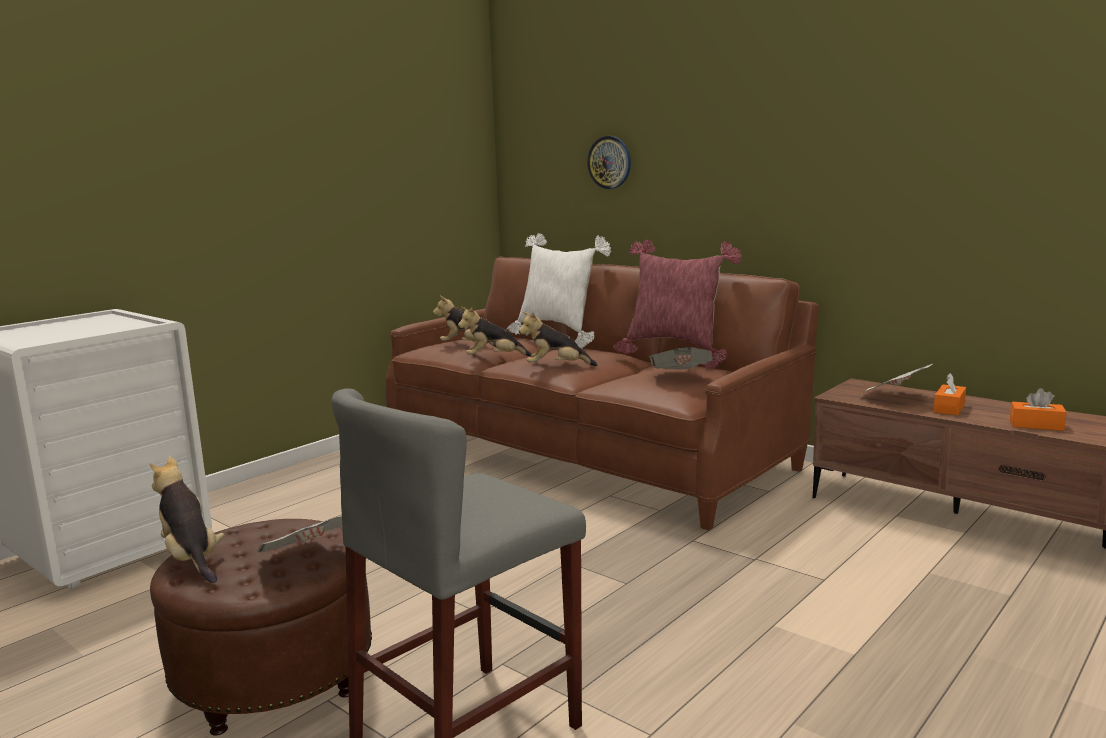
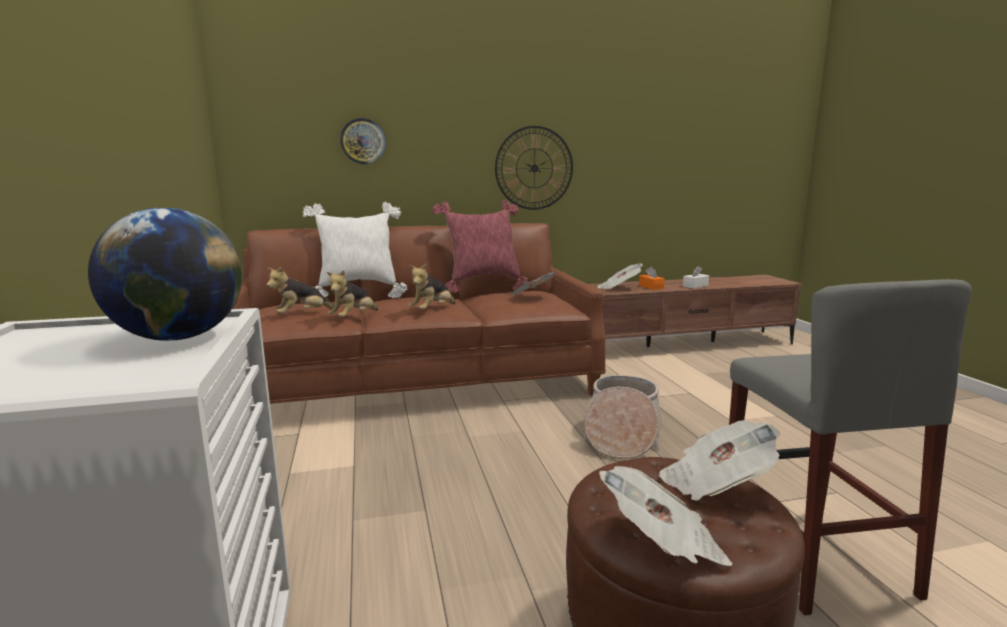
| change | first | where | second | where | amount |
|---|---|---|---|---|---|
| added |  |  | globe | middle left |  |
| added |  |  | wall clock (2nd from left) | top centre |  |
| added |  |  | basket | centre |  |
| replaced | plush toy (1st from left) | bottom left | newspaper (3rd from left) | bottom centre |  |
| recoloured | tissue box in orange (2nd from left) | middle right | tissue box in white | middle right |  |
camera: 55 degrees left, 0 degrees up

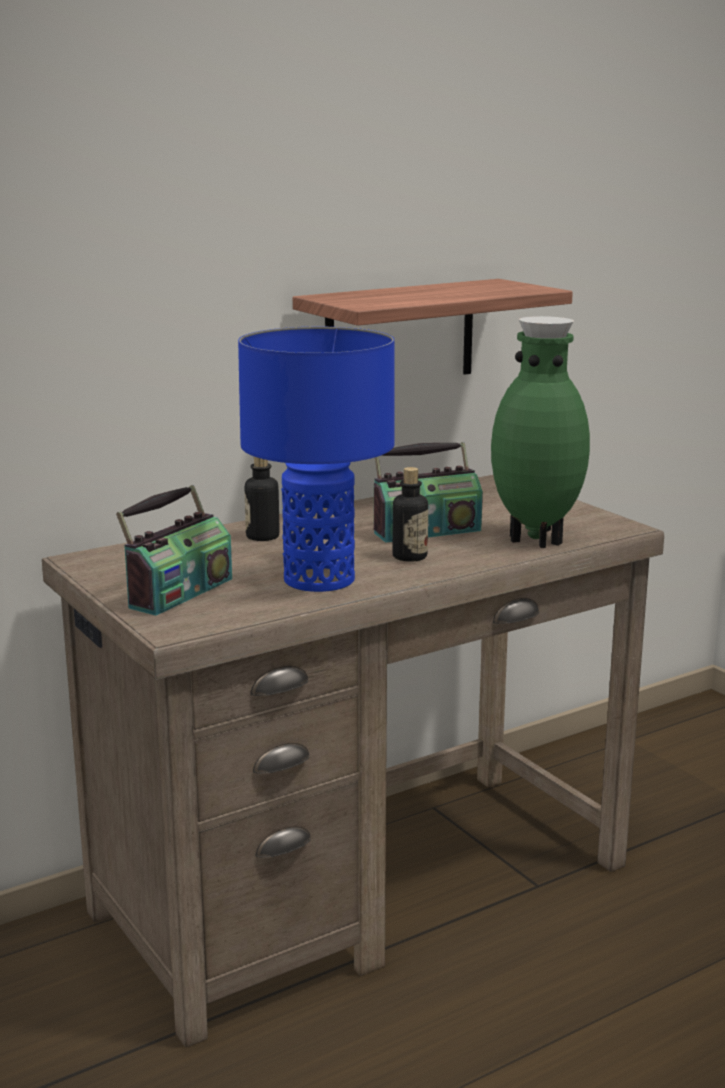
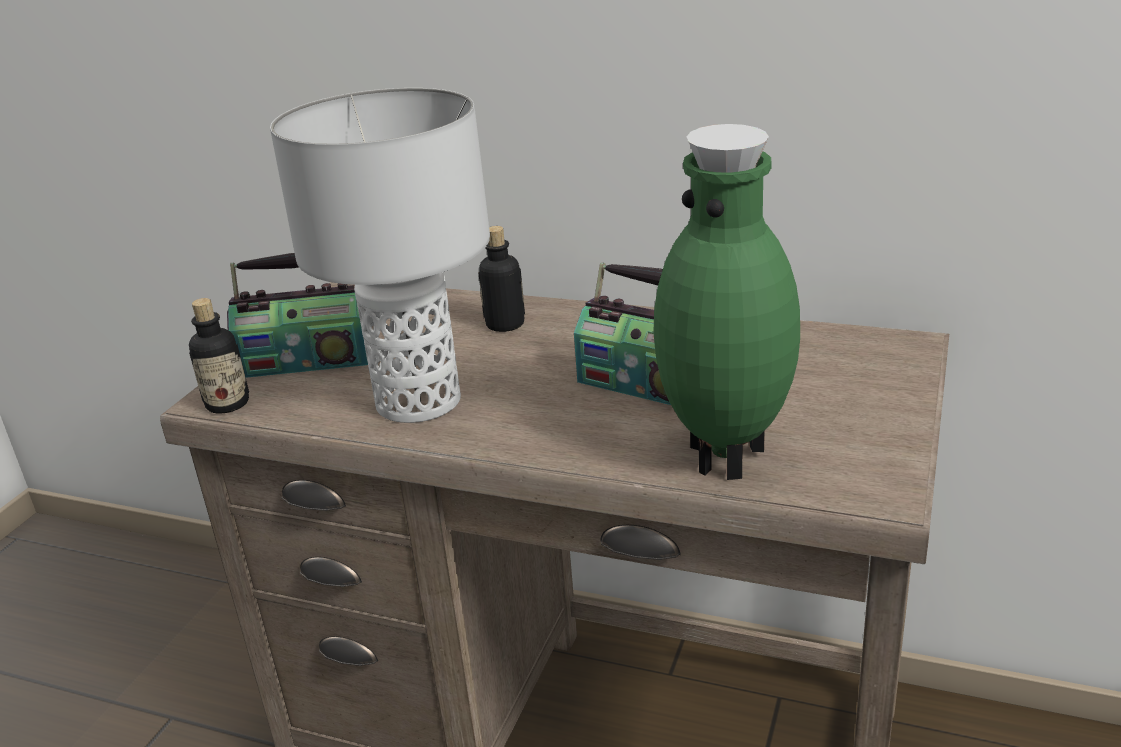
| change | first | where | second | where | amount |
|---|---|---|---|---|---|
| moved | bottle (2nd from left in the first image) | centre | bottle (1st from left) | middle left |  |
| recoloured | table lamp in blue | centre | table lamp in white | centre |  |
| removed | shelf | top centre |  |  |  |
camera: 55 degrees right, 10 degrees up

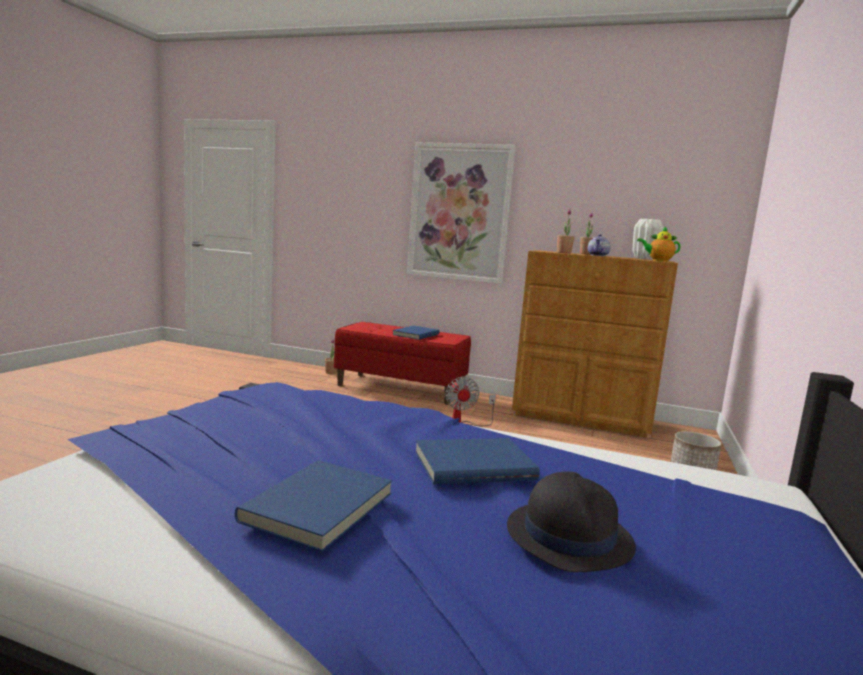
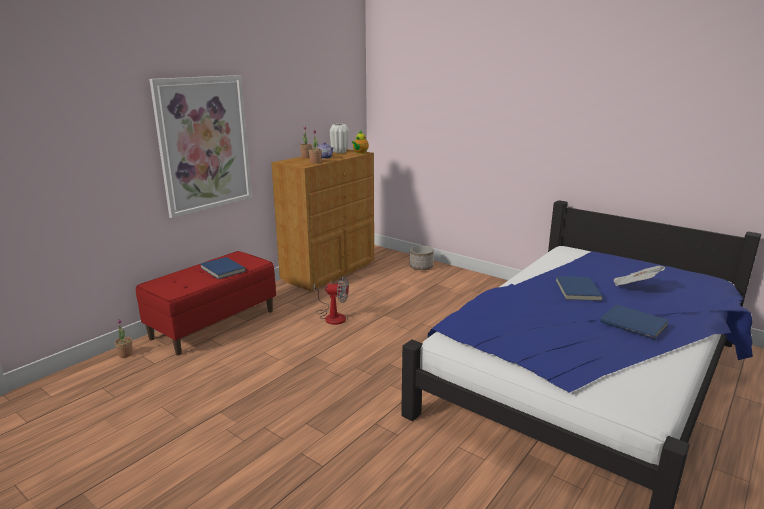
| change | first | where | second | where | amount |
|---|---|---|---|---|---|
| replaced | hat in black | bottom centre | newspaper | middle right |  |
camera: 70 degrees left, 10 degrees up

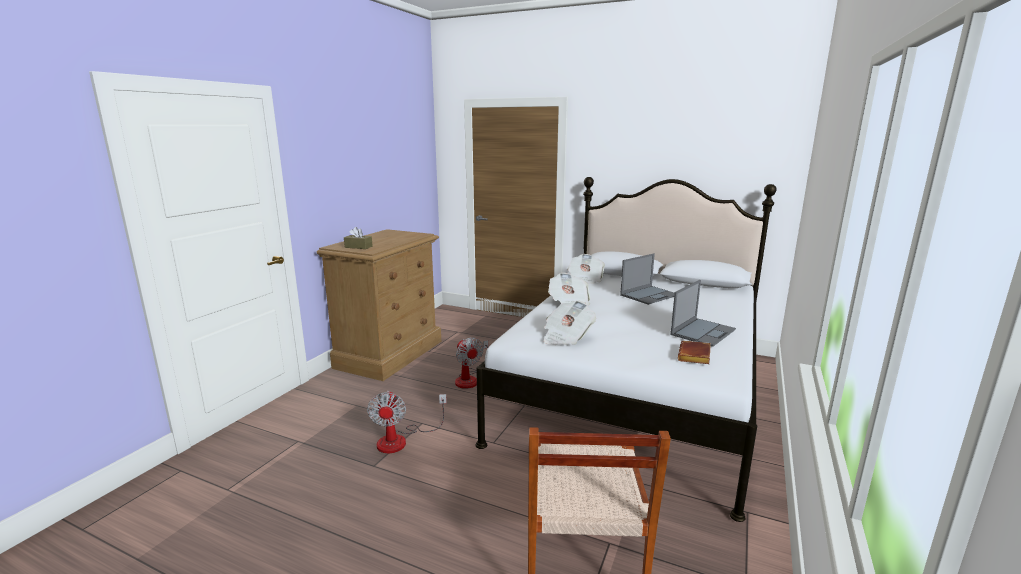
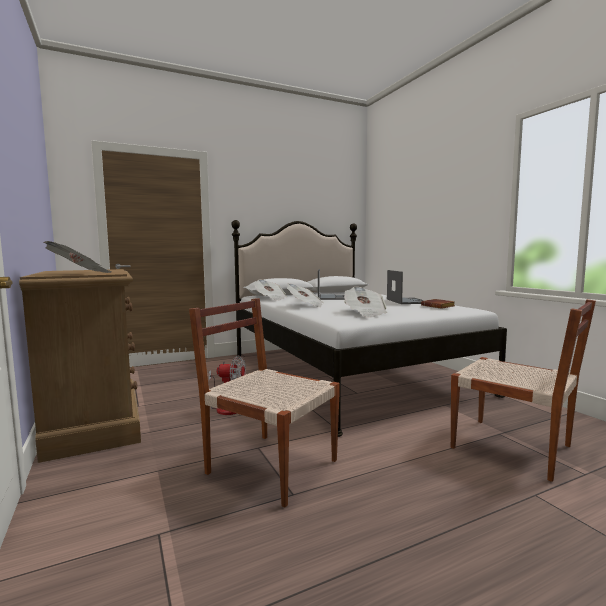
| change | first | where | second | where | amount |
|---|---|---|---|---|---|
| replaced | tissue box in brown | centre | newspaper (1st from left) | middle left |  |
| replaced | fan (1st from left) | bottom centre | chair (1st from left) | centre |  |
camera: 50 degrees left, 10 degrees down

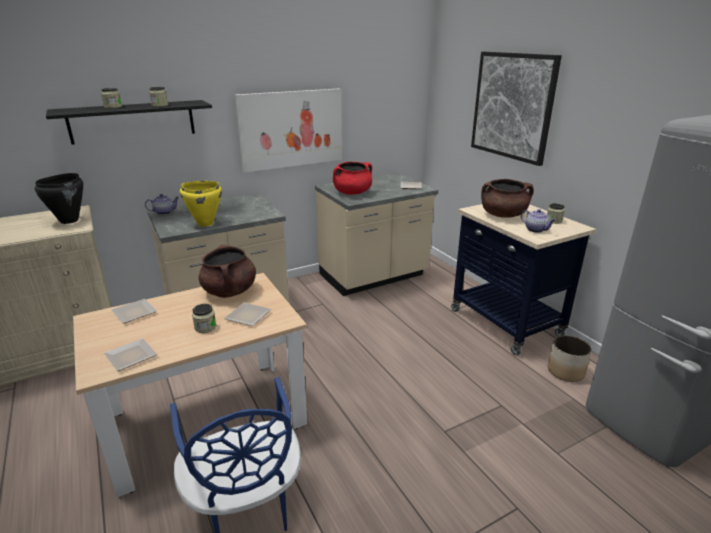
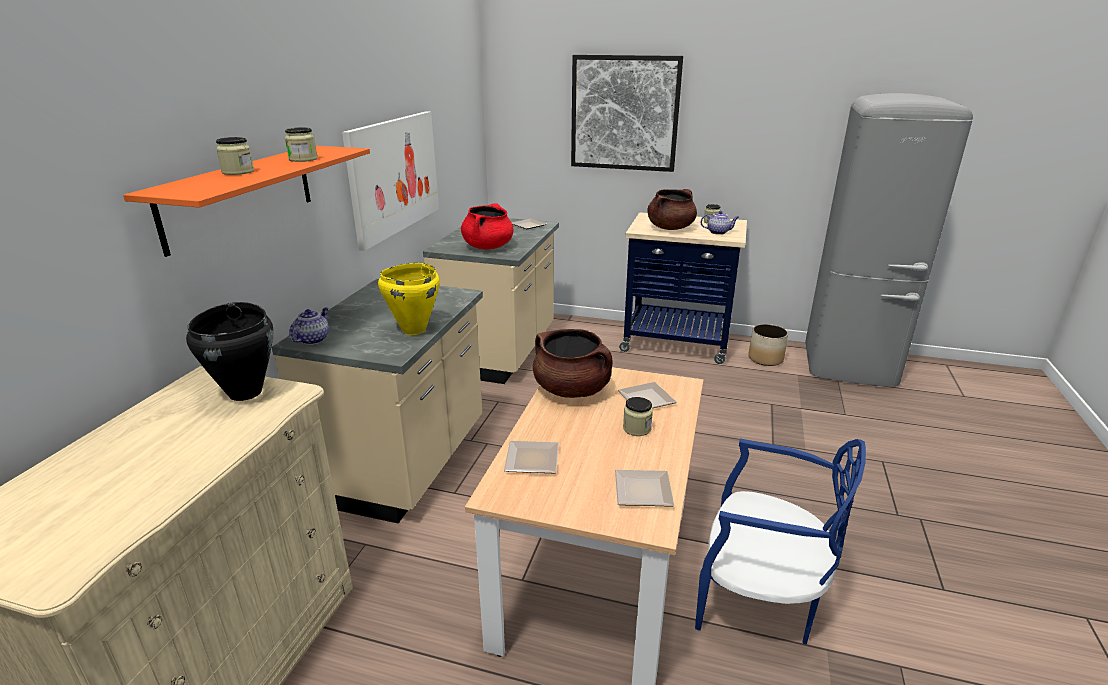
| change | first | where | second | where | amount |
|---|---|---|---|---|---|
| recoloured | shelf in black | top left | shelf in orange | top left |  |
camera: 45 degrees left, 0 degrees up

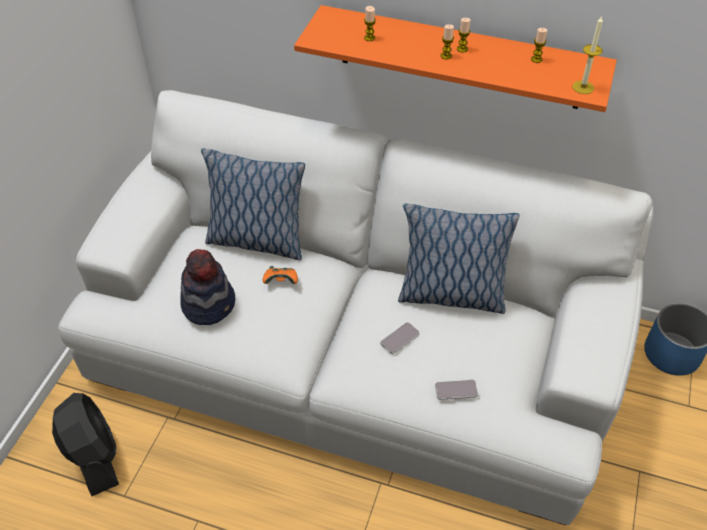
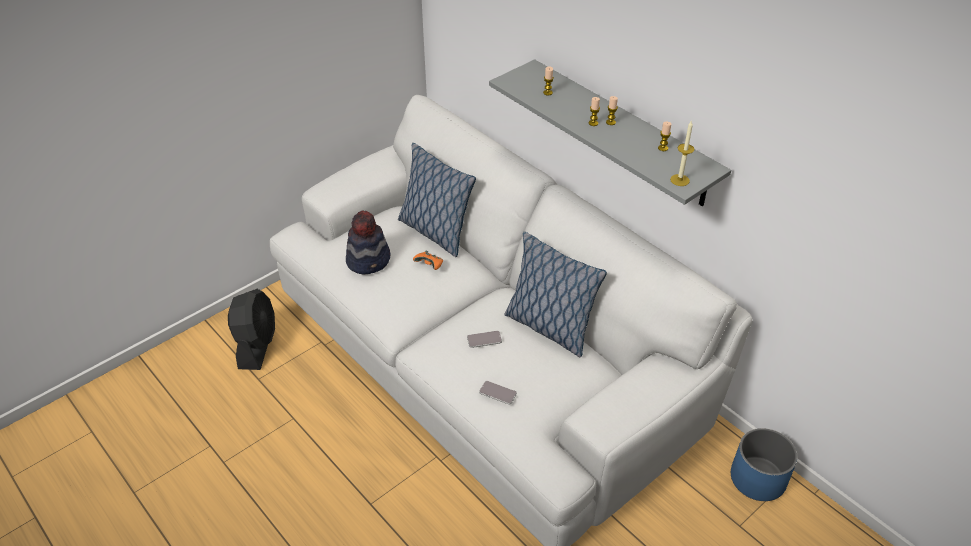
| change | first | where | second | where | amount |
|---|---|---|---|---|---|
| recoloured | shelf in orange | top centre | shelf in grey | top centre |  |
camera: 30 degrees right, 5 degrees down

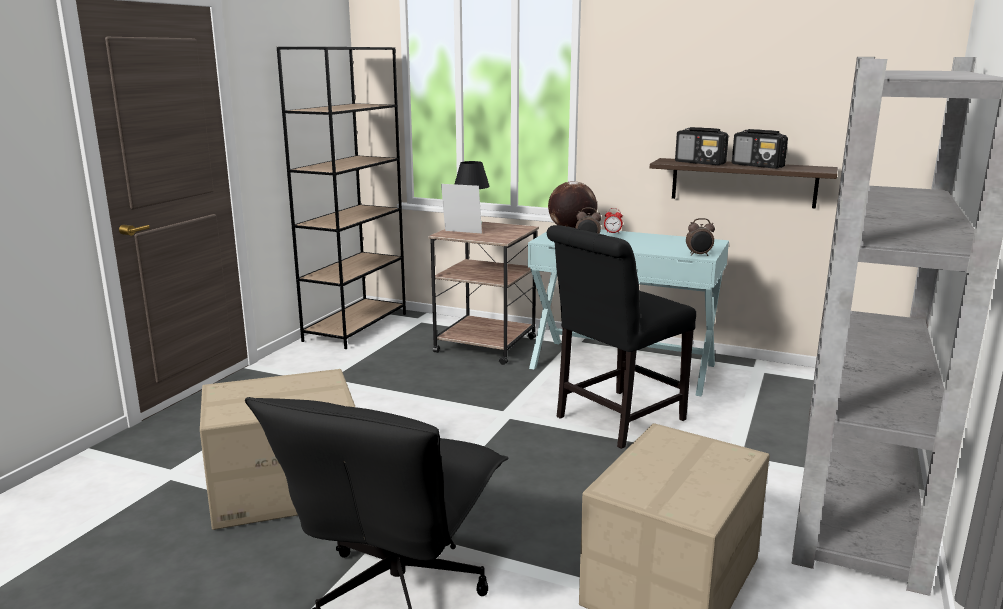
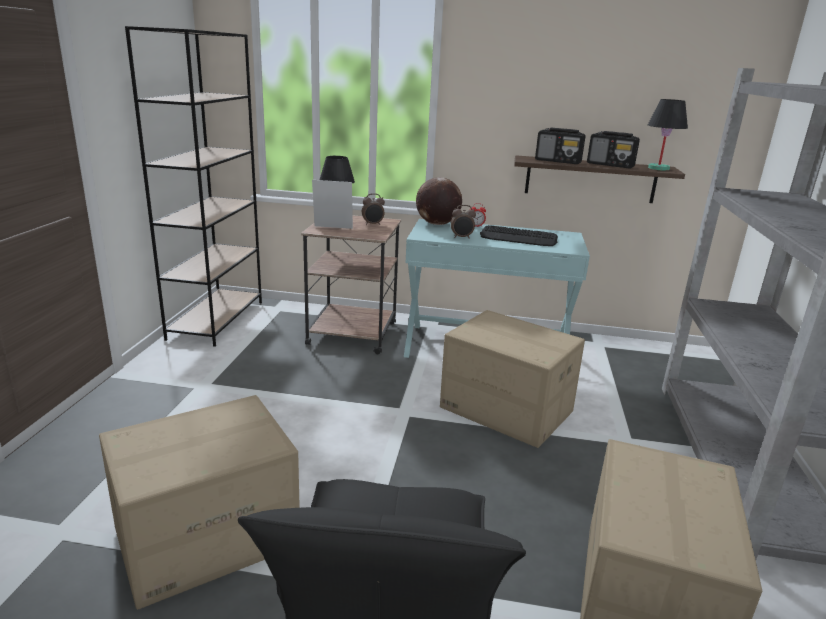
| change | first | where | second | where | amount |
|---|---|---|---|---|---|
| moved | alarm clock (3rd from left in the first image) | middle right | alarm clock (1st from left) | centre |  |
| replaced | chair in black | centre | cardboard box (2nd from left) | centre |  |
| added |  |  | keyboard | centre |  |
| added |  |  | table lamp in black (2nd from left) | top right |  |
camera: 15 degrees left, 5 degrees up

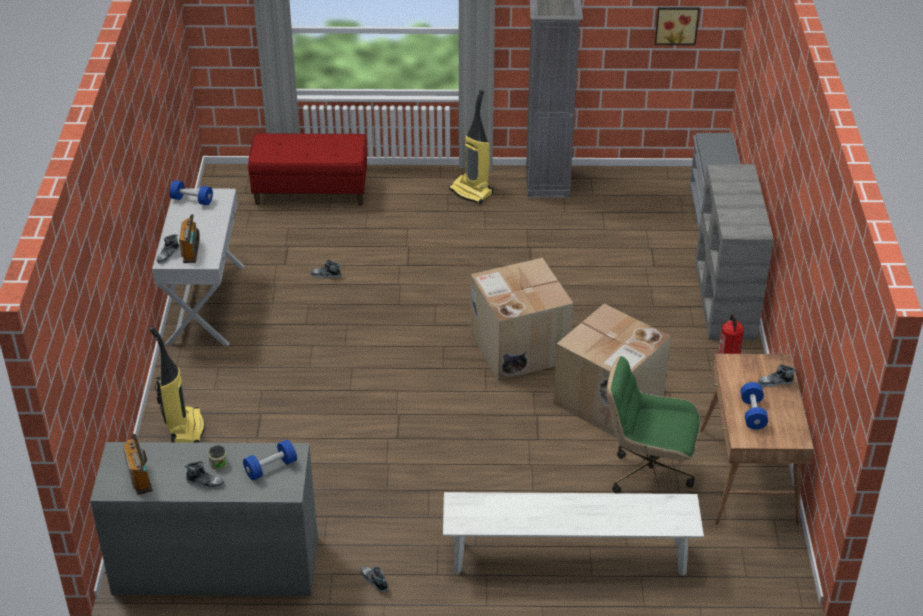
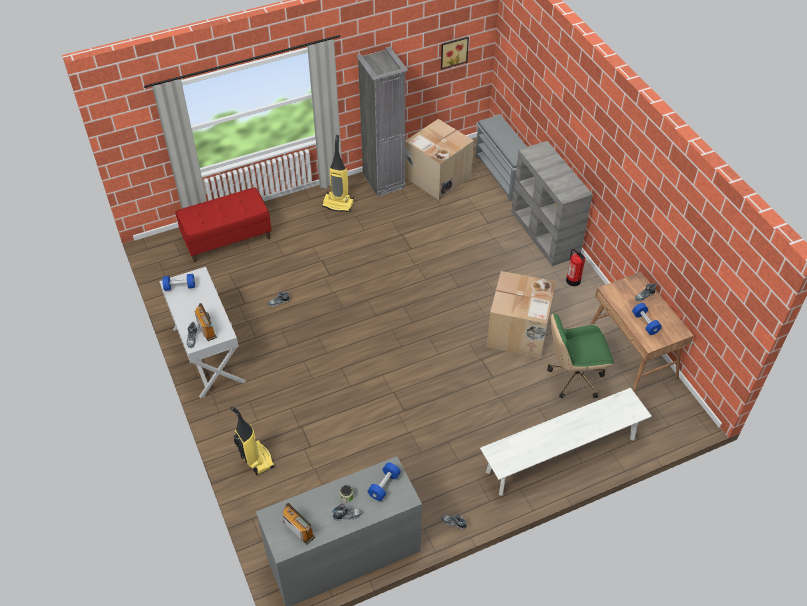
| change | first | where | second | where | amount |
|---|---|---|---|---|---|
| moved | cardboard box (1st from left) | centre |  | top centre |  |
camera: 25 degrees left, 10 degrees up

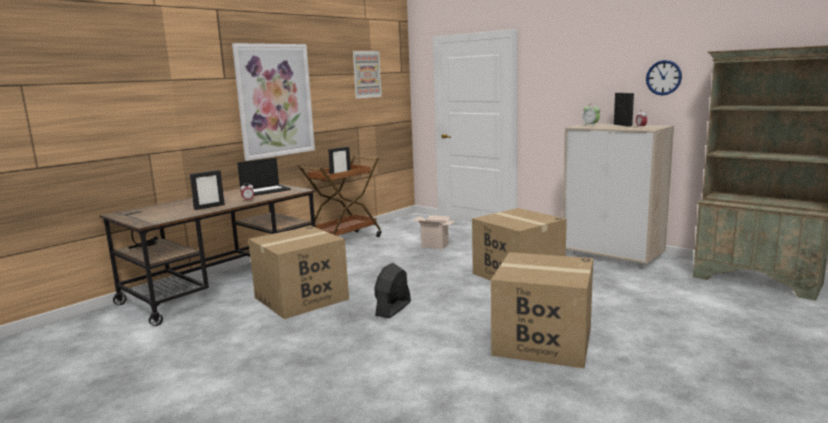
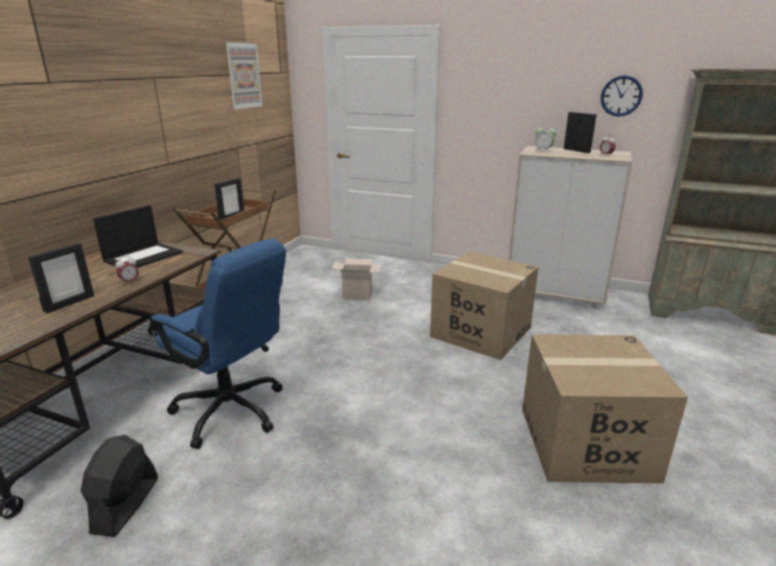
| change | first | where | second | where | amount |
|---|---|---|---|---|---|
| moved | fan in black | bottom centre |  | bottom left |  |
| replaced | cardboard box (1st from left) | centre | office chair in blue | middle left |  |
| removed | picture (1st from left) | top left |  |  |  |
camera: 20 degrees left, 10 degrees up

